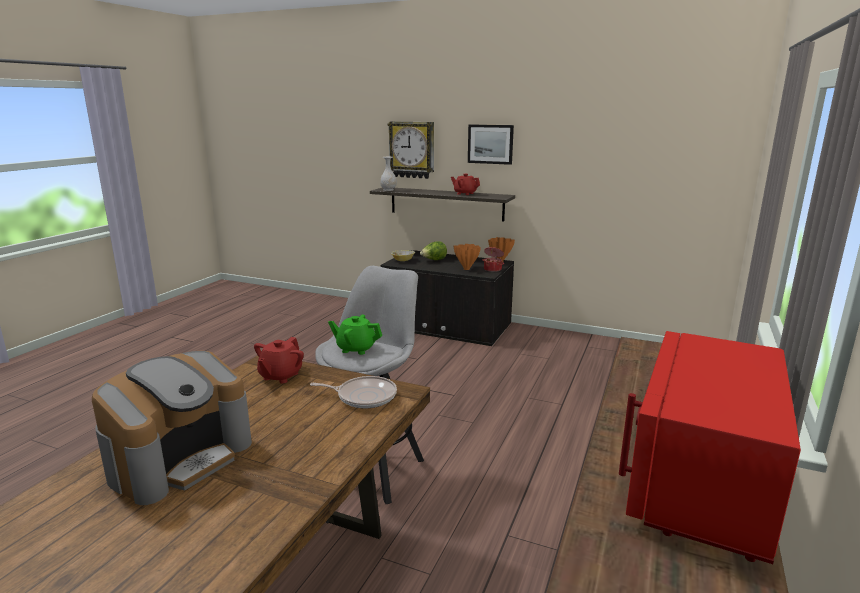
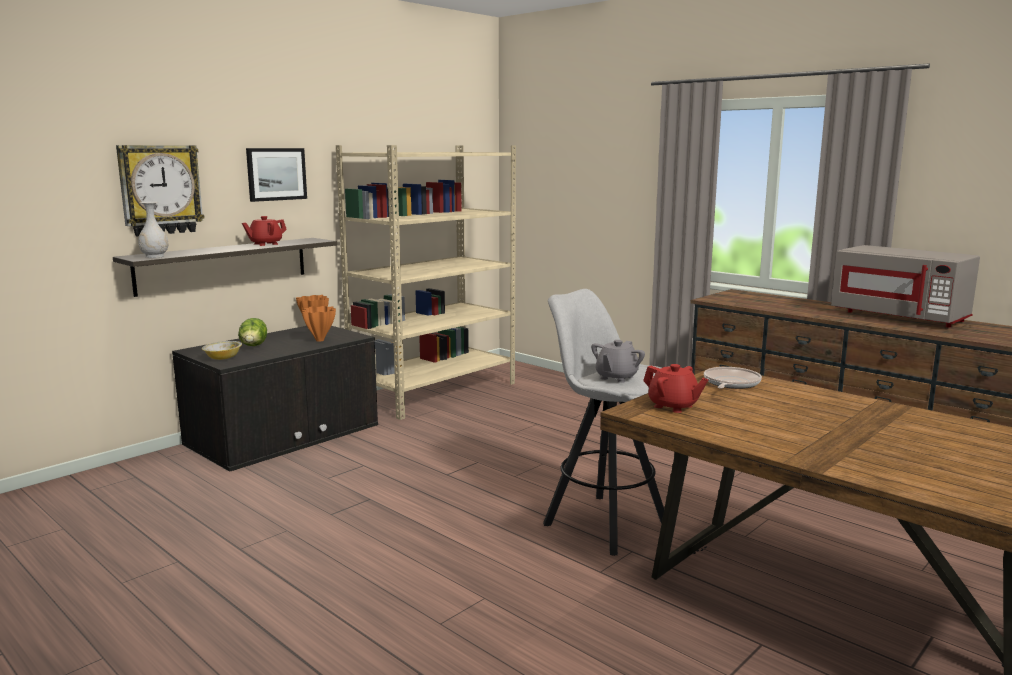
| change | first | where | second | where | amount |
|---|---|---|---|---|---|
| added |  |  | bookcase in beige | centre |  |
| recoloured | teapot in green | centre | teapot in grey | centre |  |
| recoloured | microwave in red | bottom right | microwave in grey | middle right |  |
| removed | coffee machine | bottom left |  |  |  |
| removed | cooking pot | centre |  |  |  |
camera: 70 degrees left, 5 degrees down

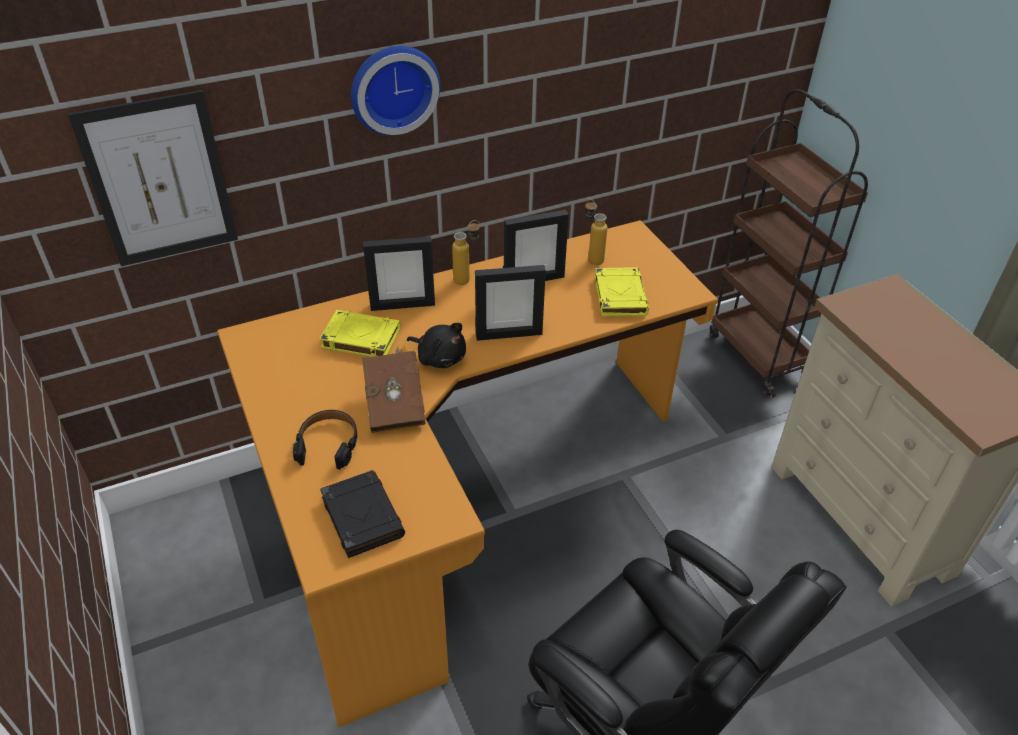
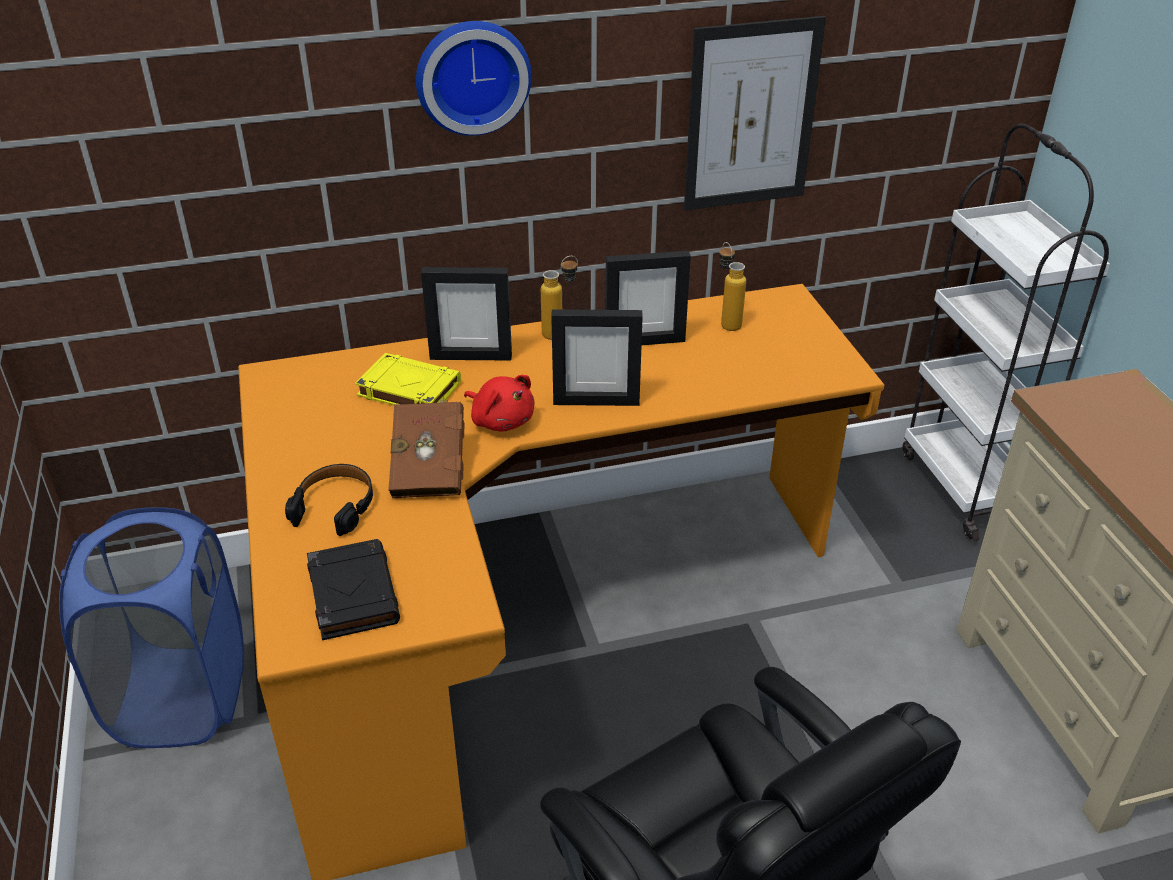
| change | first | where | second | where | amount |
|---|---|---|---|---|---|
| added |  |  | laundry basket in blue | bottom left |  |
| recoloured | plush toy in black | centre | plush toy in red | centre |  |
| moved | picture | top left |  | top centre |  |
| recoloured | cart in brown | top right | cart in white | middle right |  |
| removed | book in yellow (2nd from left) | centre |  |  |  |
camera: 10 degrees right, 5 degrees down

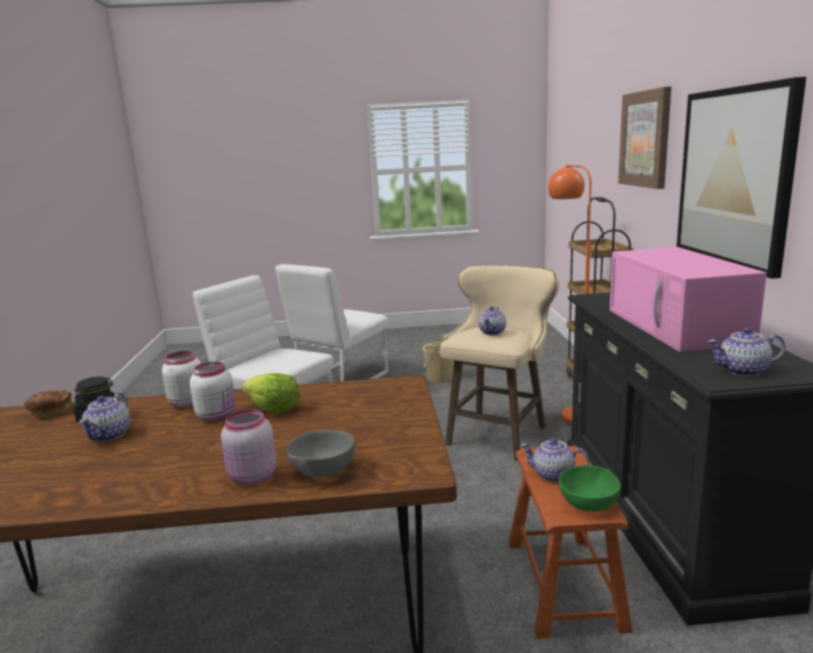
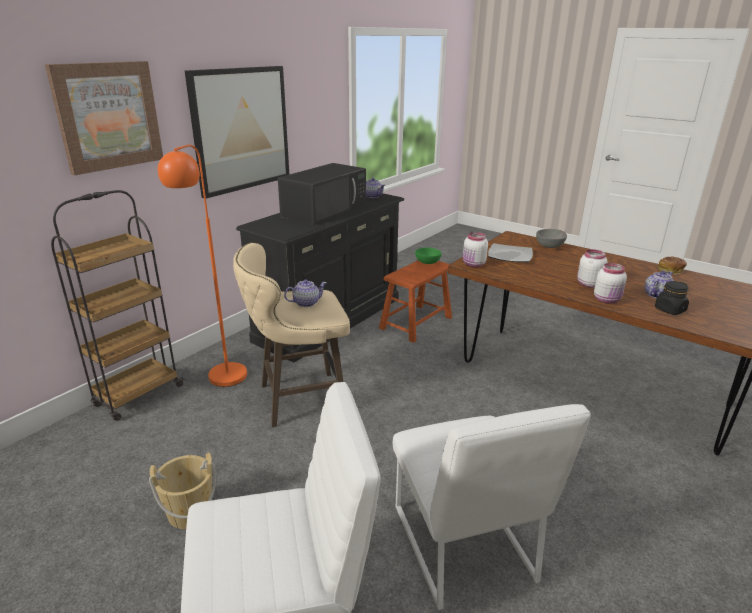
| change | first | where | second | where | amount |
|---|---|---|---|---|---|
| recoloured | microwave in pink | middle right | microwave in black | top centre |  |
| added |  |  | jar in white (1st from left) | centre |  |
| added |  |  | plate | middle right |  |
| moved | bread | middle left |  | middle right |  |
| removed | jar in pink | bottom left |  |  |  |
| removed | lettuce | centre |  |  |  |
| removed | teapot (3rd from left) | bottom right |  |  |  |
camera: 140 degrees left, 10 degrees up

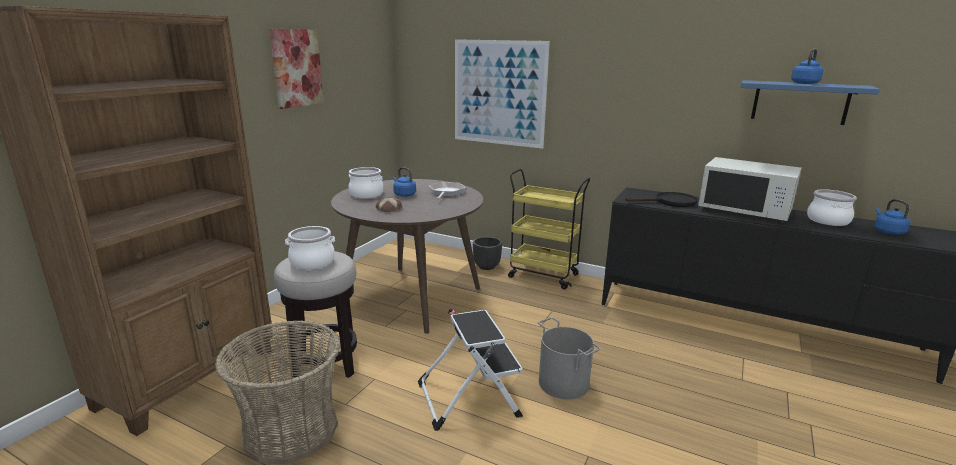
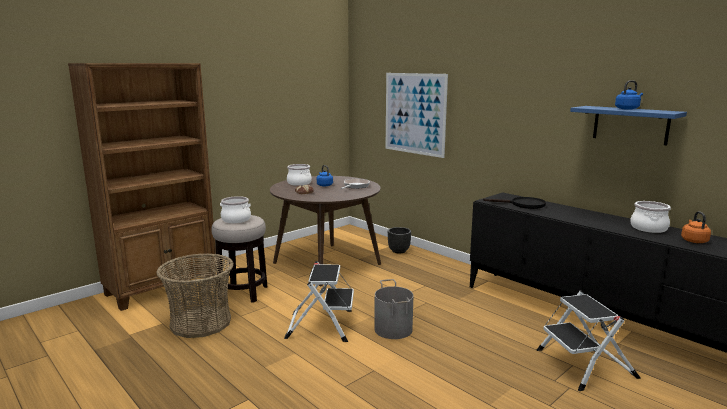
| change | first | where | second | where | amount |
|---|---|---|---|---|---|
| added |  |  | step ladder (2nd from left) | bottom right |  |
| recoloured | kettle in blue (3rd from left) | middle right | kettle in orange | middle right |  |
| removed | picture (1st from left) | top left |  |  |  |
| removed | cart in yellow | centre |  |  |  |
| removed | microwave in white | middle right |  |  |  |
camera: 20 degrees right, 5 degrees down

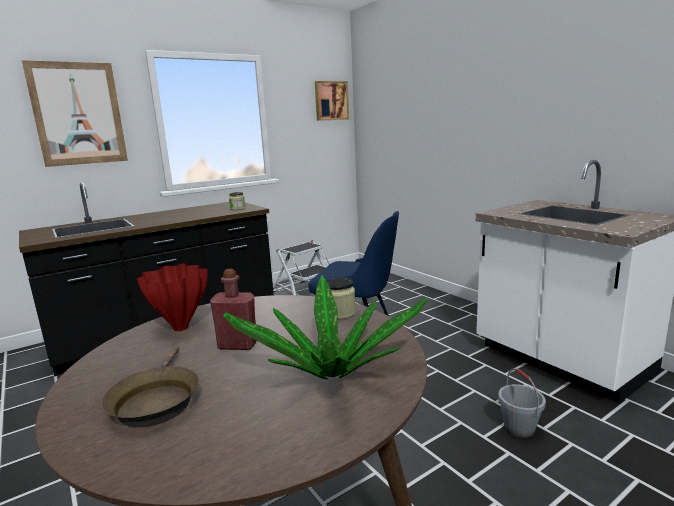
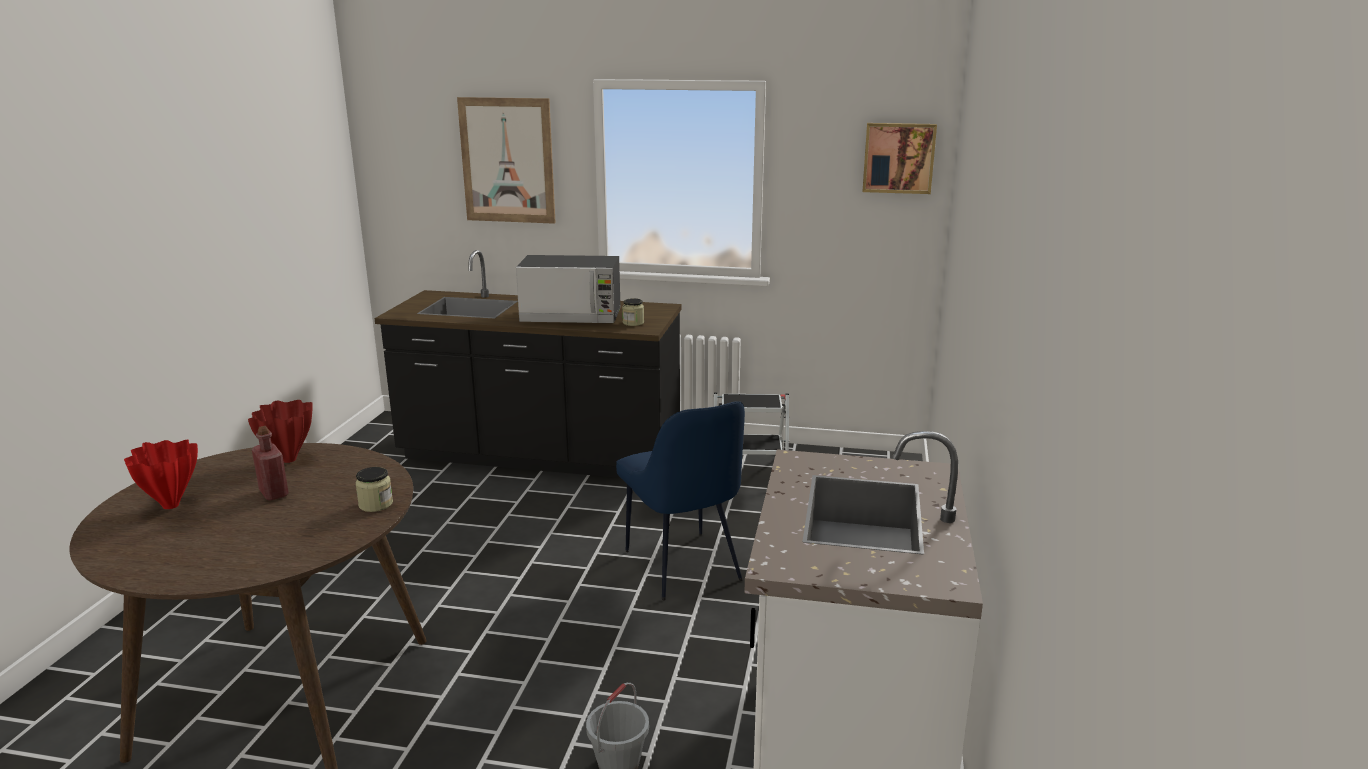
| change | first | where | second | where | amount |
|---|---|---|---|---|---|
| replaced | frying pan in brown | bottom left | vase in red (1st from left) | middle left |  |
| added |  |  | microwave | centre |  |
| removed | potted plant | centre |  |  |  |
camera: 45 degrees right, 5 degrees up

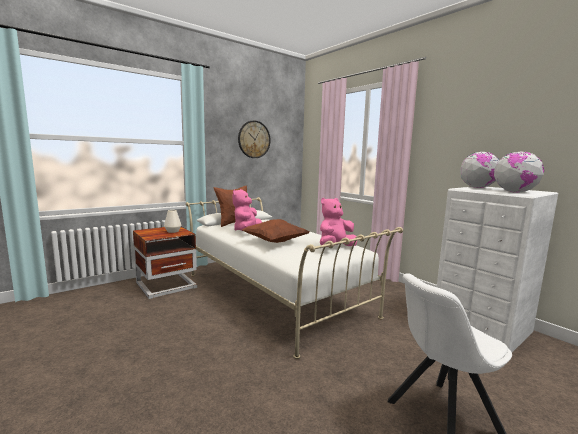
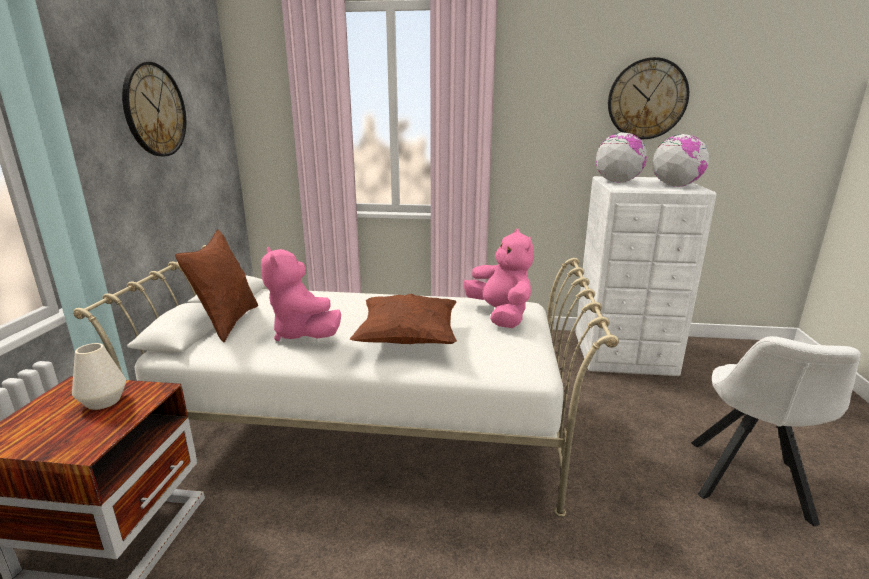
| change | first | where | second | where | amount |
|---|---|---|---|---|---|
| turned | plush toy in pink (2nd from left) | centre |  | centre | 150 degrees clockwise |
| added |  |  | wall clock (2nd from left) | top right |  |
camera: 45 degrees left, 10 degrees up

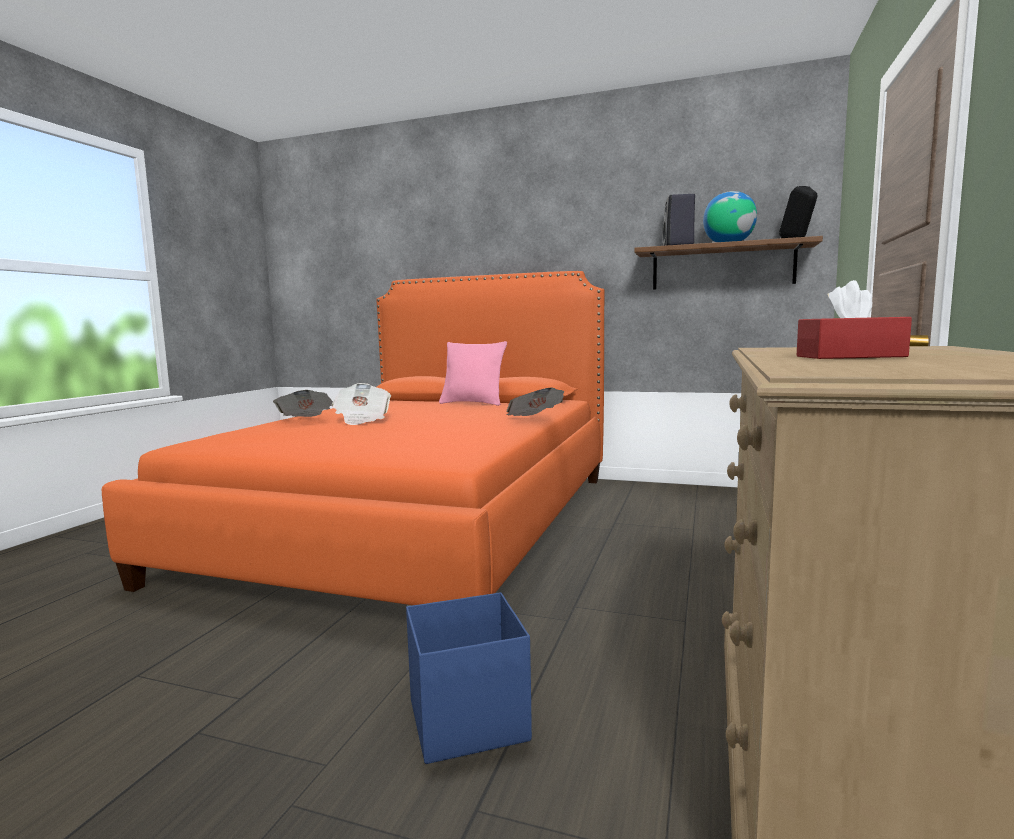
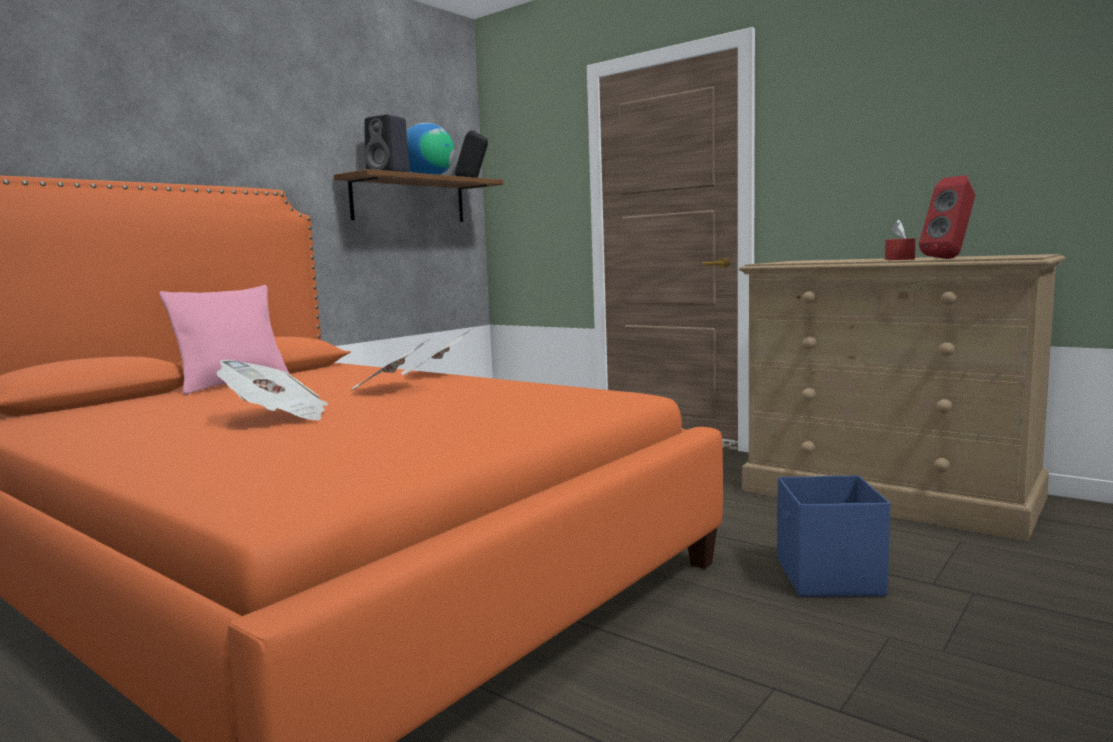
| change | first | where | second | where | amount |
|---|---|---|---|---|---|
| moved | newspaper (1st from left in the first image) | middle left | newspaper (2nd from left) | centre |  |
| added |  |  | speaker in red | top right |  |
camera: 70 degrees left, 0 degrees up

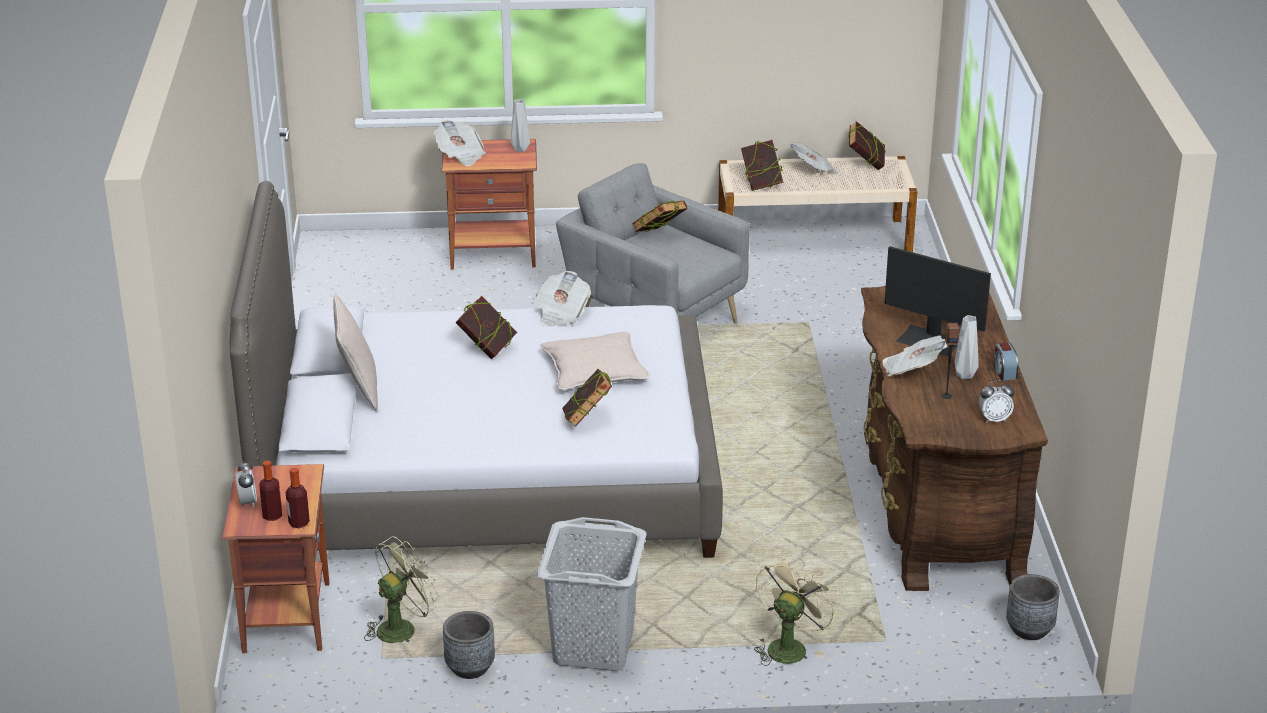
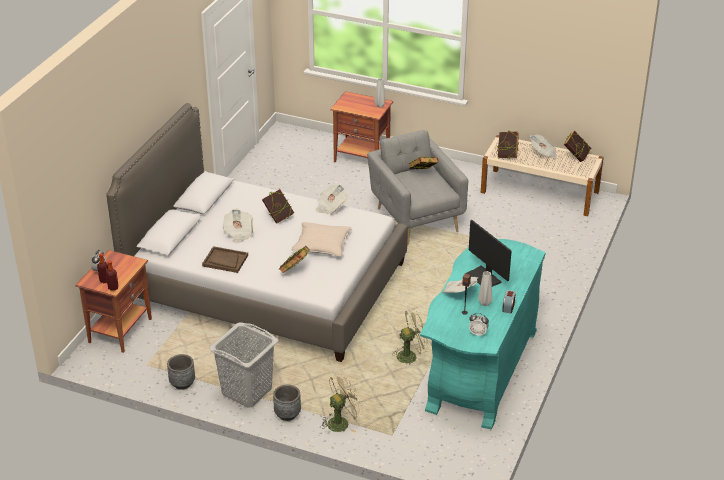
| change | first | where | second | where | amount |
|---|---|---|---|---|---|
| added |  |  | tray in brown | middle left |  |
| moved | newspaper (1st from left) | top centre |  | middle left |  |
| moved | planter in grey (2nd from left) | bottom right |  | bottom centre |  |
| moved | fan in green | bottom left |  | bottom centre |  |
| recoloured | dresser in brown | middle right | dresser in turquoise | bottom right |  |
| removed | pillow in beige (1st from left) | middle left |  |  |  |
camera: 25 degrees right, 5 degrees up

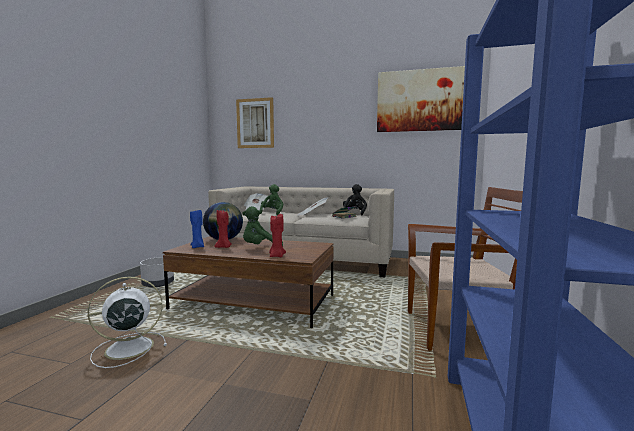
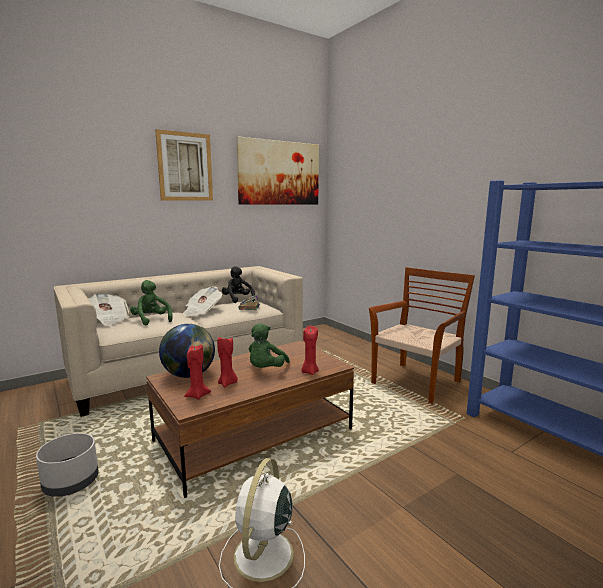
| change | first | where | second | where | amount |
|---|---|---|---|---|---|
| moved | picture (1st from left) | top centre |  | top left |  |
| recoloured | candle in blue | middle left | candle in red (1st from left) | middle left |  |
camera: 50 degrees left, 5 degrees up

